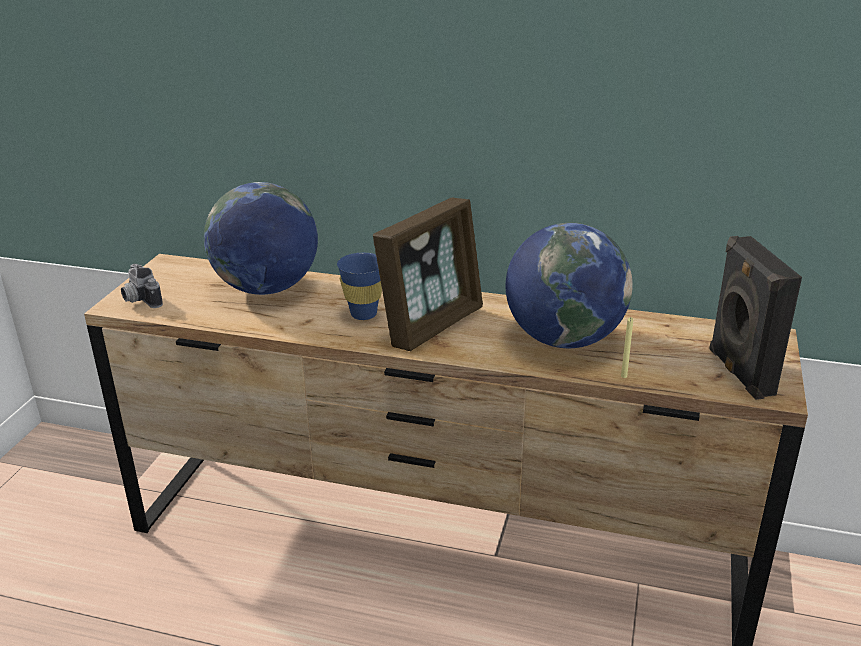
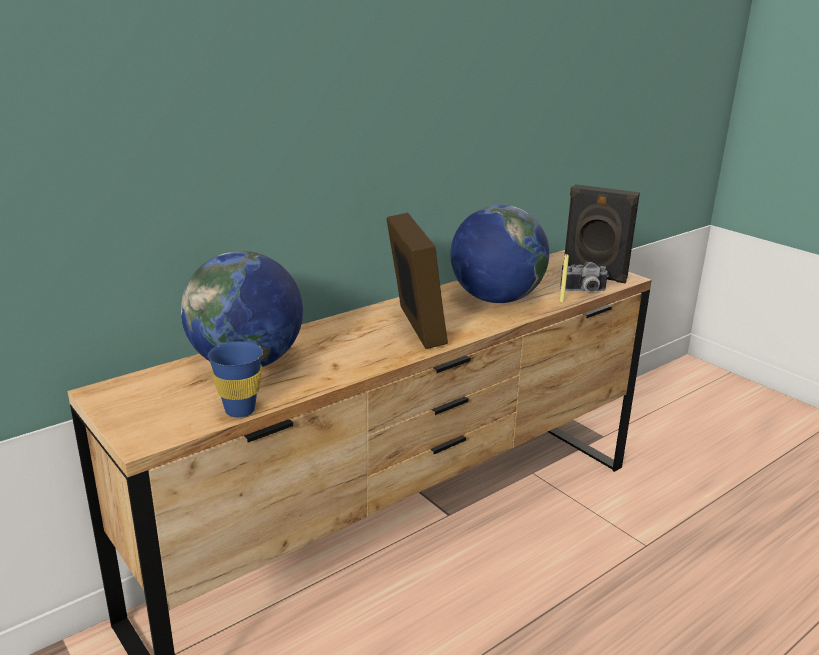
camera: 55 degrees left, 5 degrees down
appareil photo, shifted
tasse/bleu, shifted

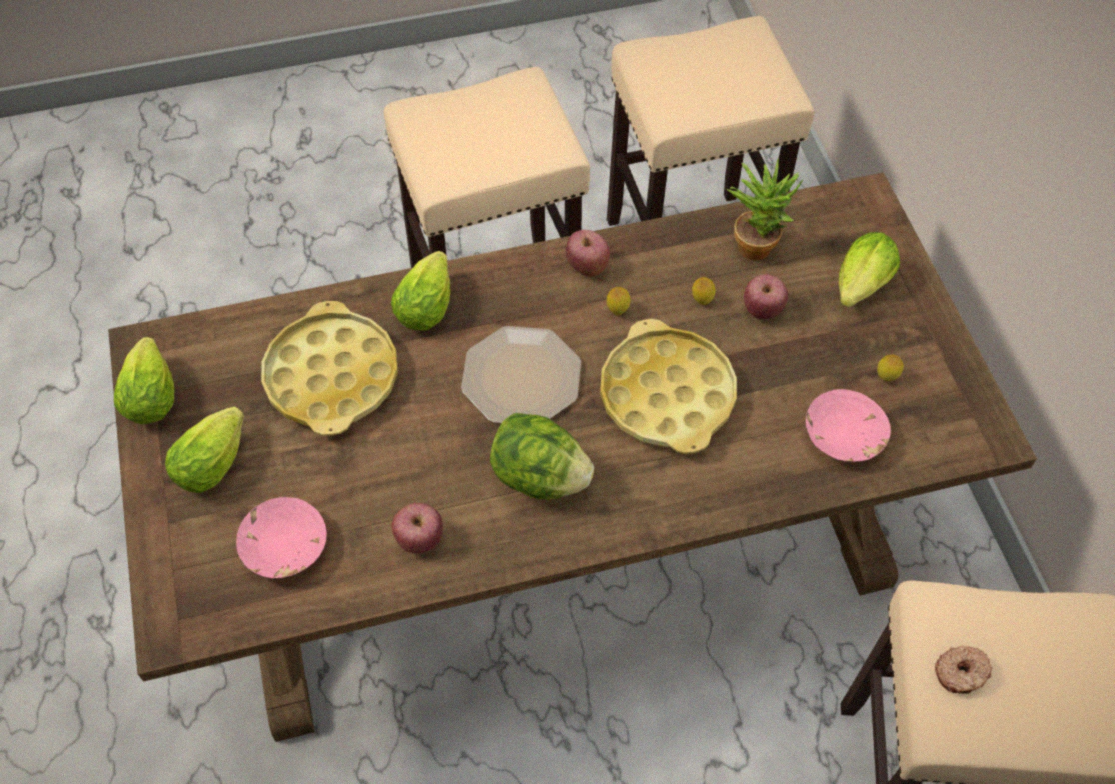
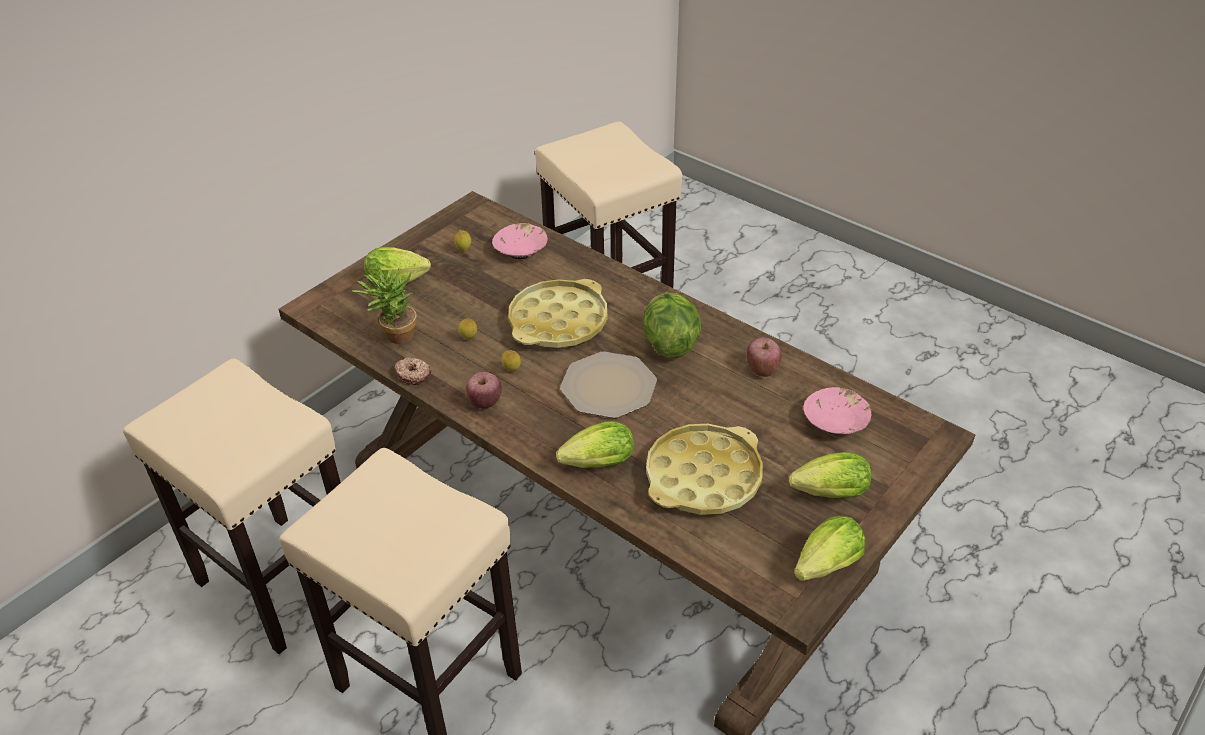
camera: 125 degrees left, 15 degrees down
pomme (no. 3 from left) → -
beignet, shifted

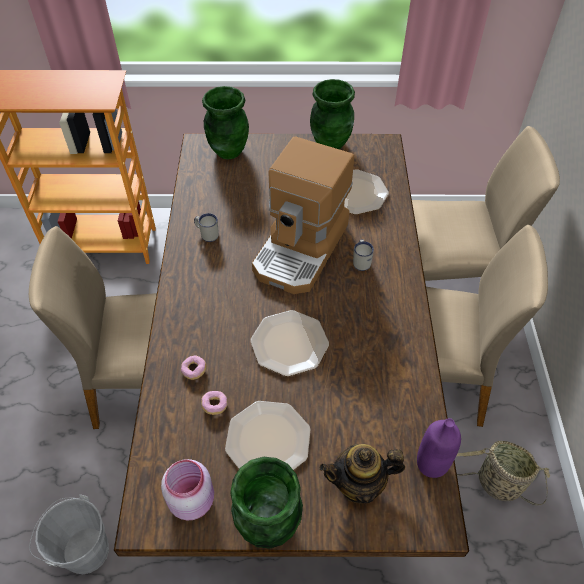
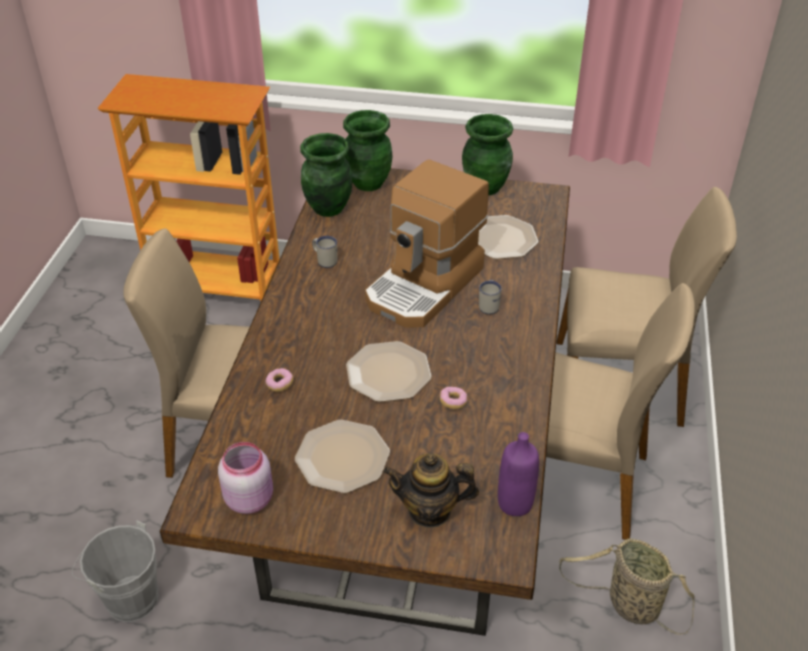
camera: 10 degrees right, 10 degrees down
beignet (no. 2 from left), shifted
vase/vert (no. 2 from left in the first image) → vase/vert (no. 1 from left), shifted

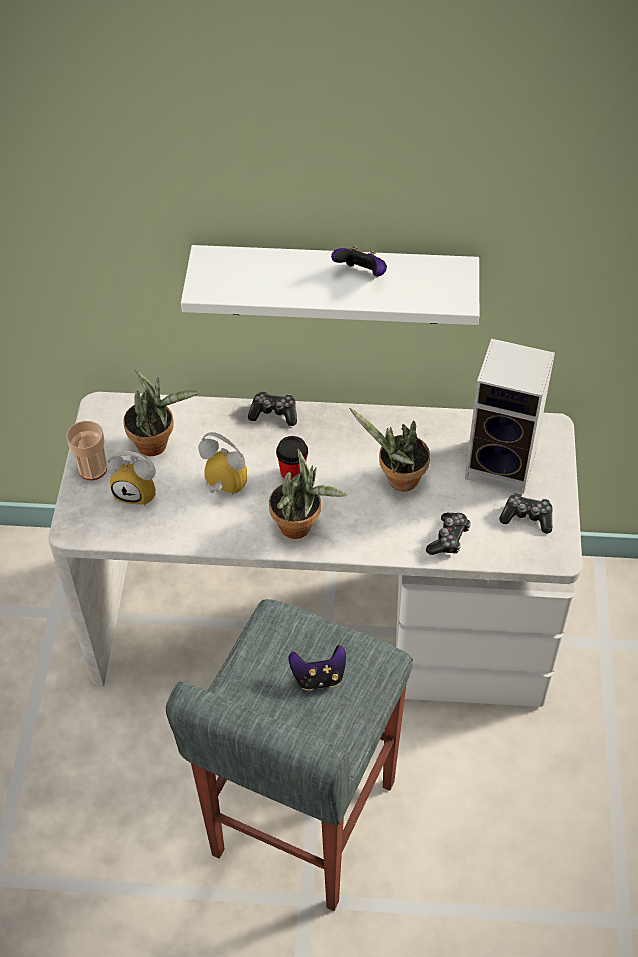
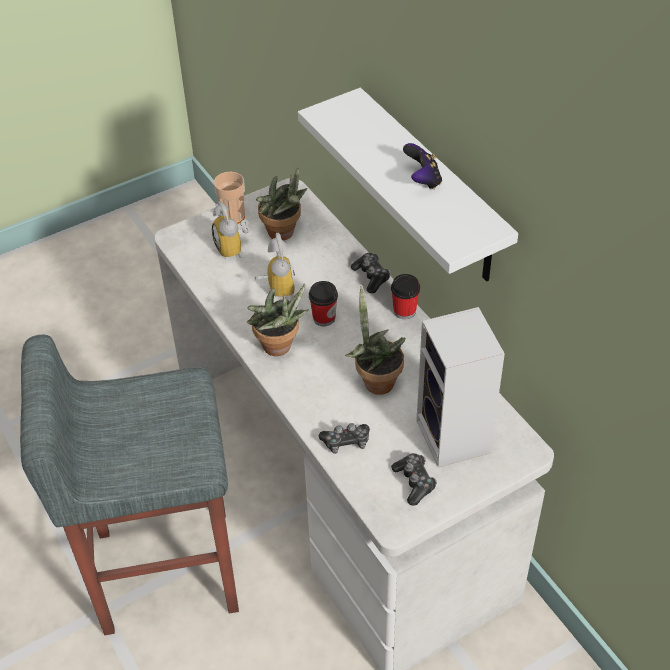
camera: 55 degrees right, 5 degrees down
manette (no. 2 from left) → -
- → tasse (no. 3 from left)

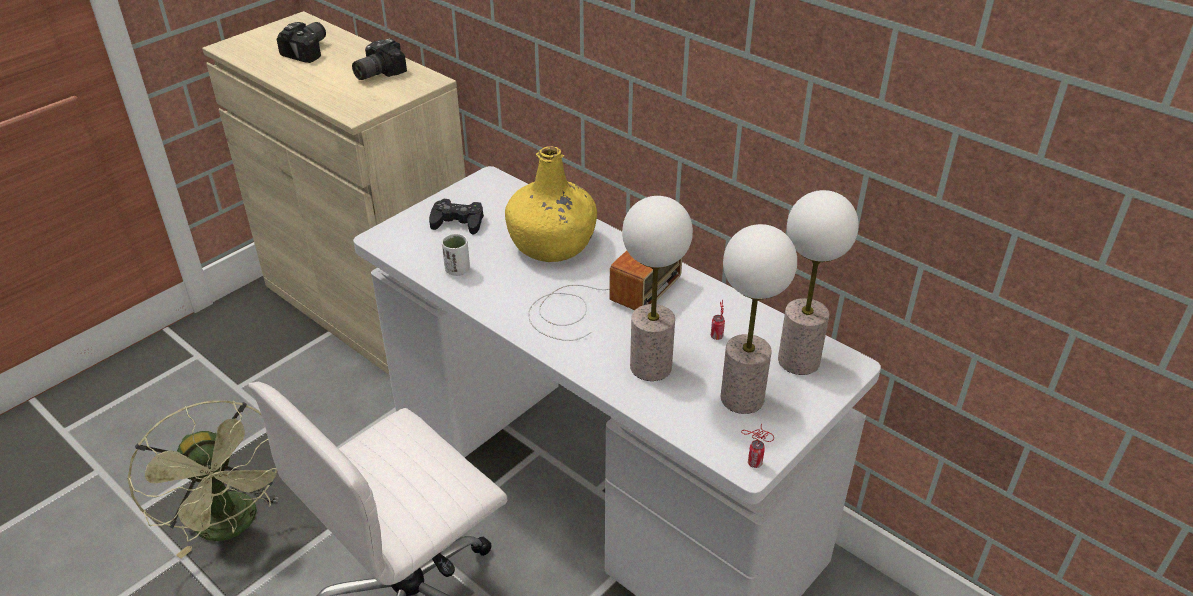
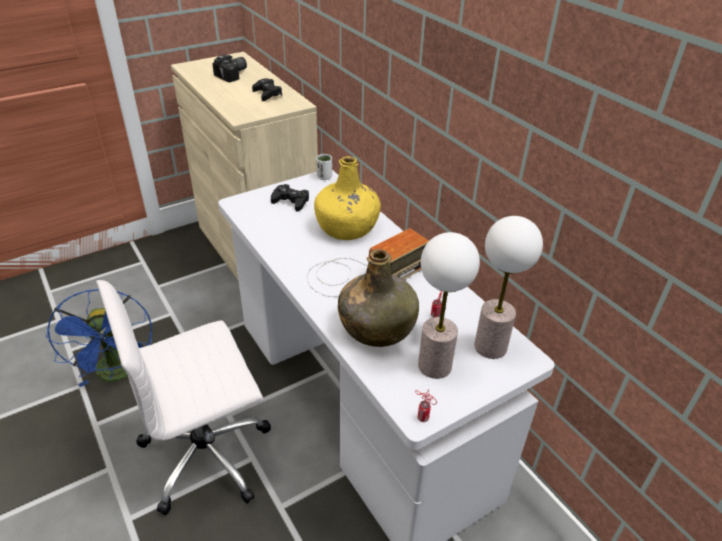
camera: 15 degrees right, 0 degrees up
tasse/blanc, shifted
appareil photo (no. 2 from left) → manette/noir (no. 1 from left)
lampe de table (no. 1 from left) → bouteille/vert
ventilateur/vert → ventilateur/bleu

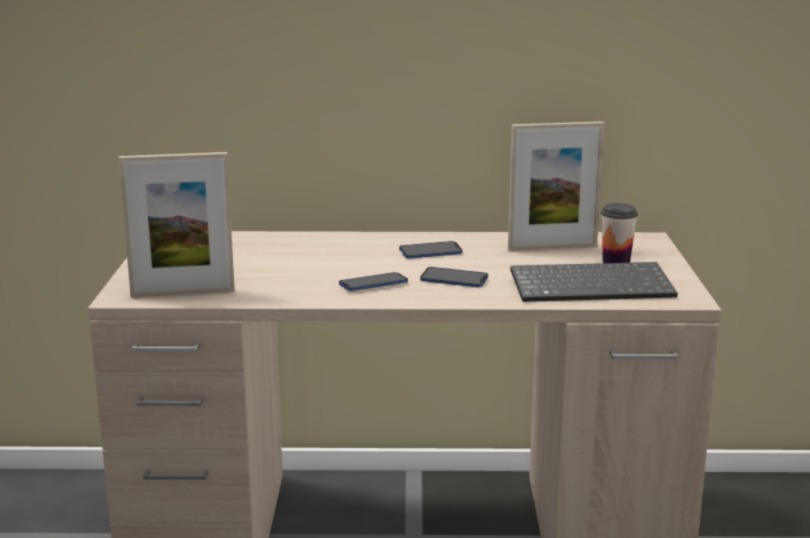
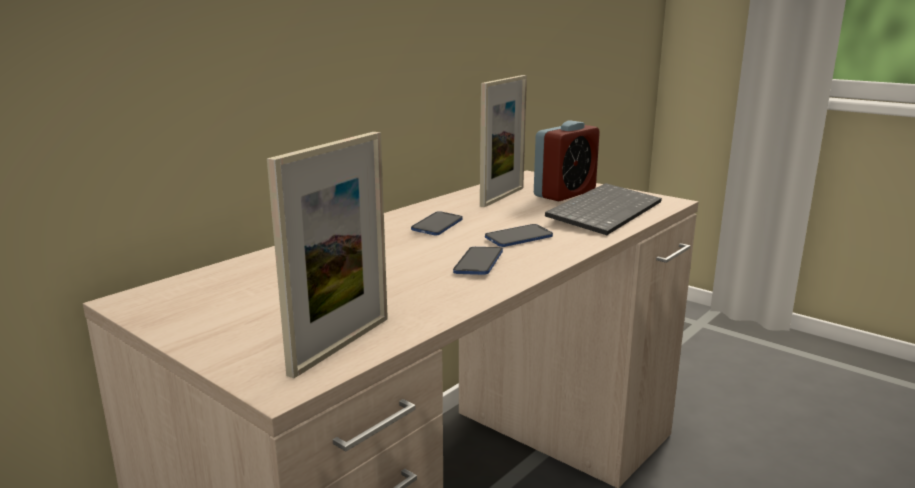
camera: 50 degrees left, 0 degrees up
tasse → réveil

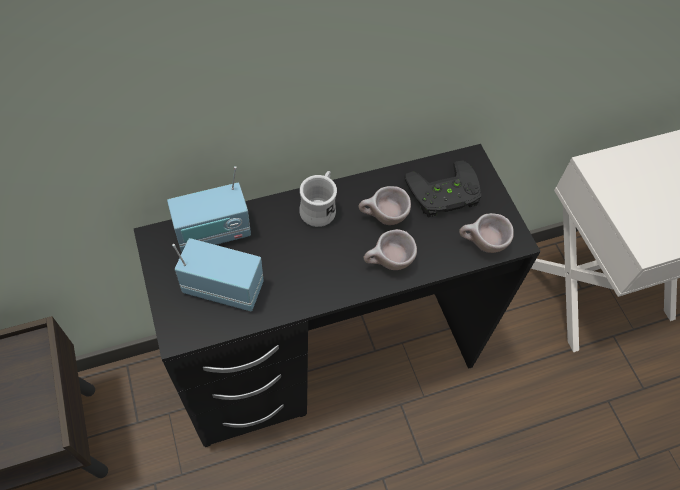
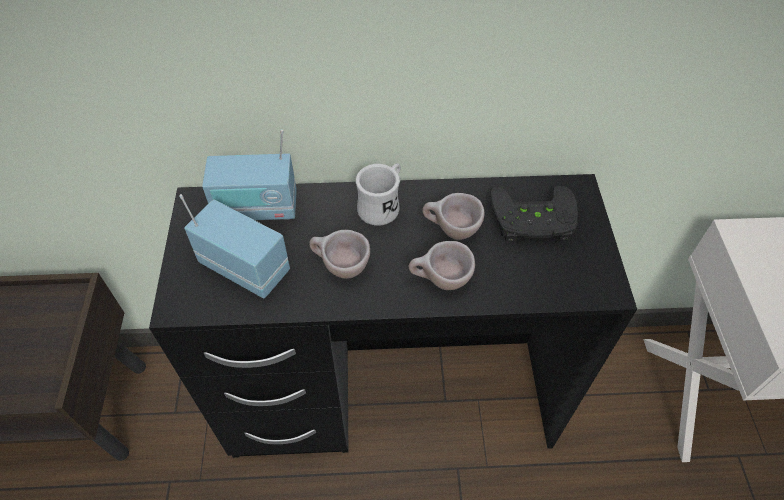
camera: 20 degrees right, 5 degrees down
tasse/beige (no. 3 from left in the first image) → tasse/beige (no. 1 from left), shifted

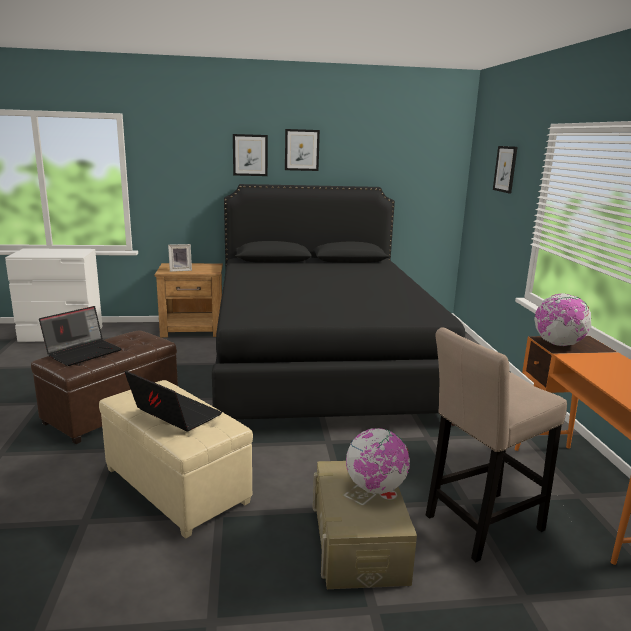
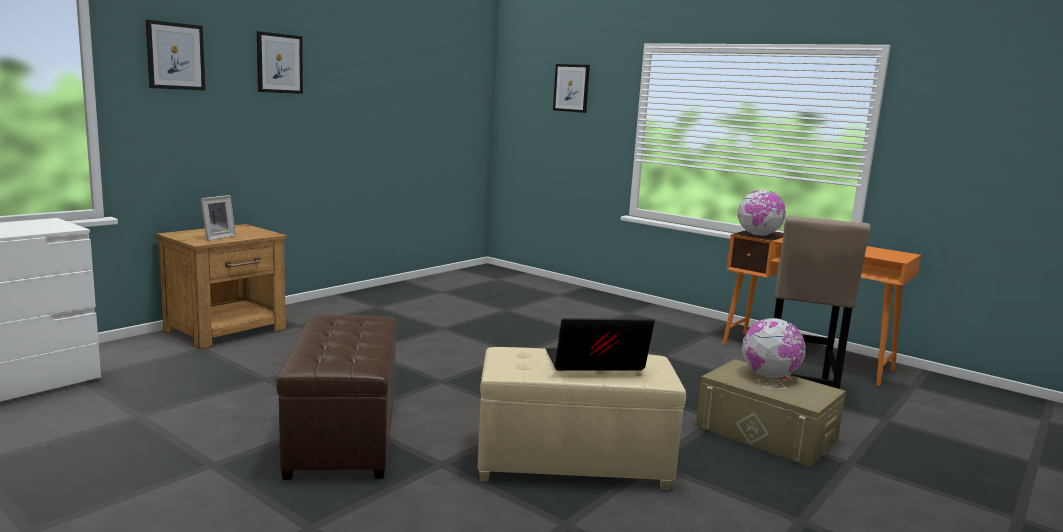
camera: 45 degrees left, 5 degrees down
ordinateur portable (no. 1 from left) → -
lit/noir → -
tableau (no. 2 from left in the first image) → tableau (no. 1 from left), shifted

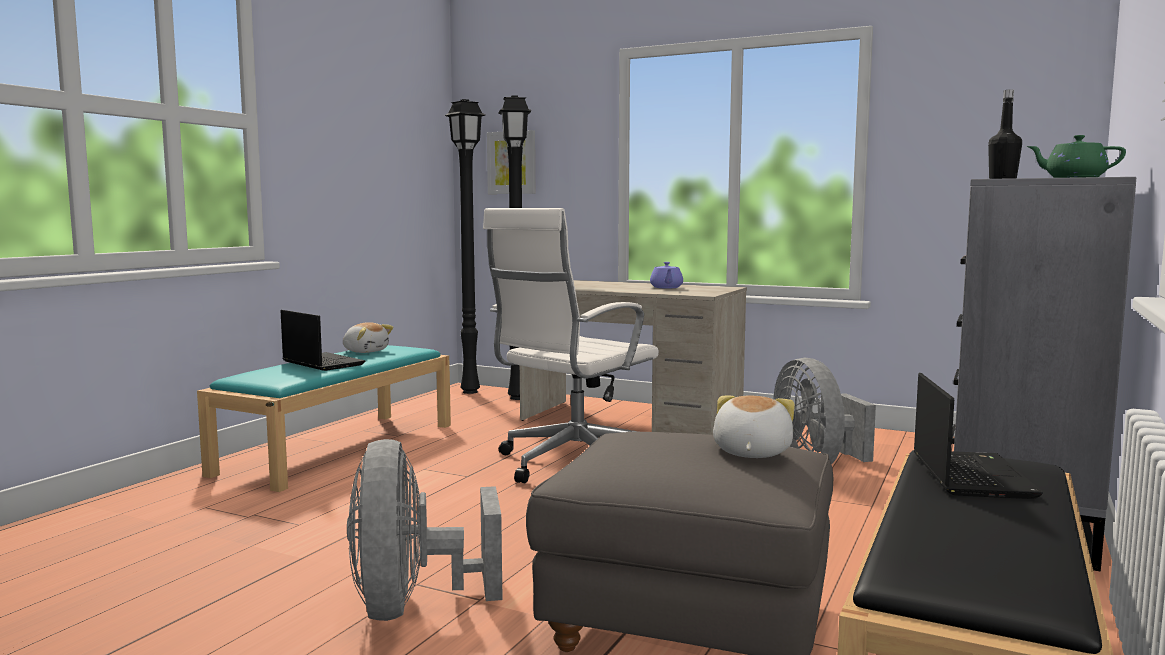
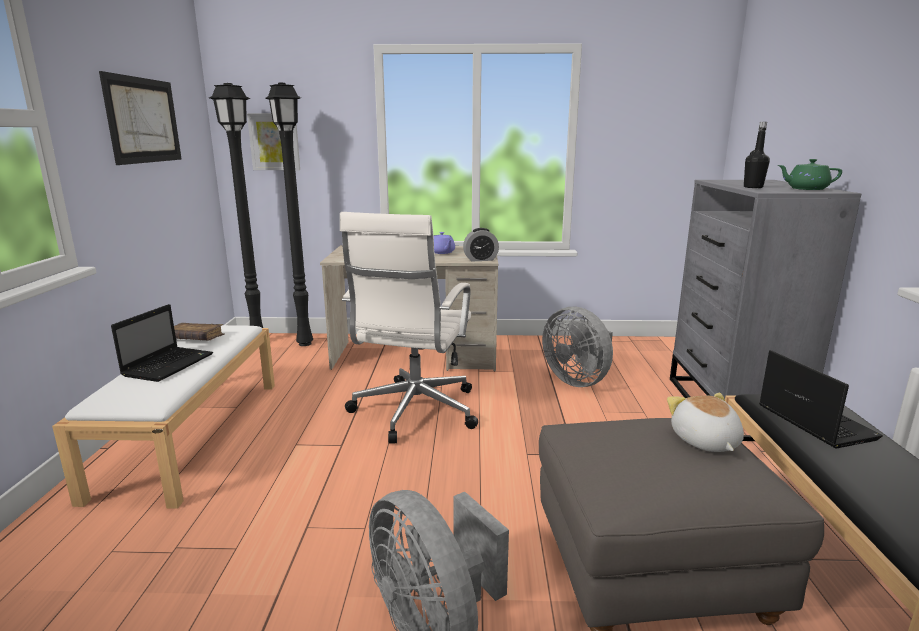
camera: 25 degrees left, 10 degrees up
- → tableau (no. 1 from left)
- → réveil
peluche (no. 1 from left) → livre/marron
banc/turquoise → banc/blanc
ordinateur portable (no. 1 from left), 90 degrees clockwise

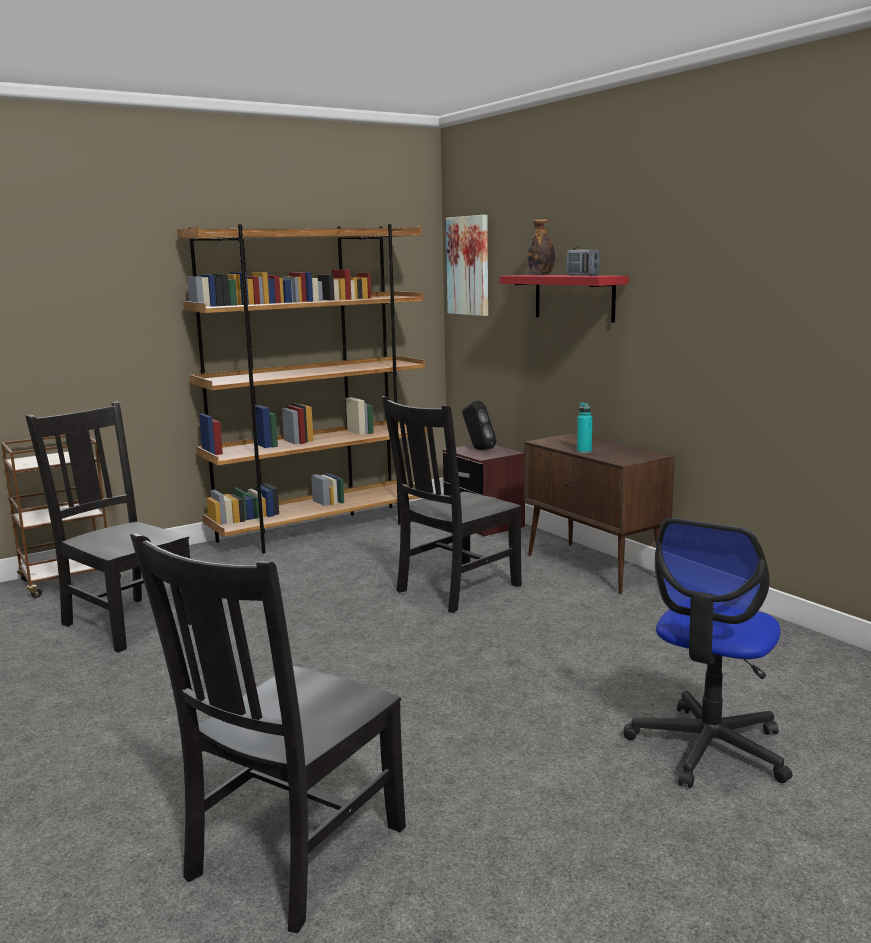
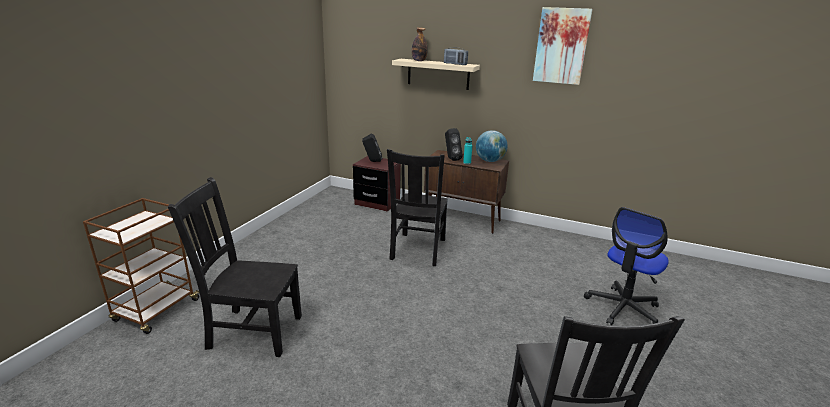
camera: 35 degrees left, 10 degrees up
bibliothèque/marron → -
- → enceinte/noir (no. 2 from left)
- → globe
tableau, shifted
étagère/rouge → étagère/beige
chaise de bureau, 45 degrees clockwise

